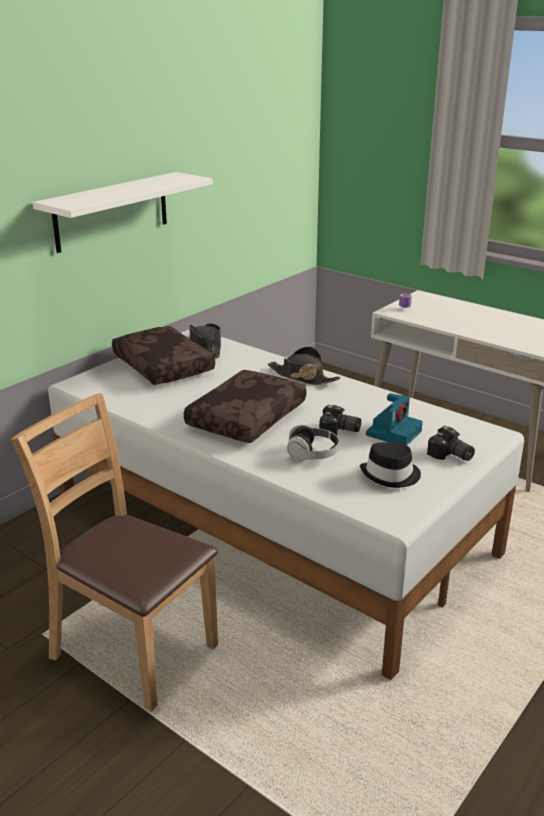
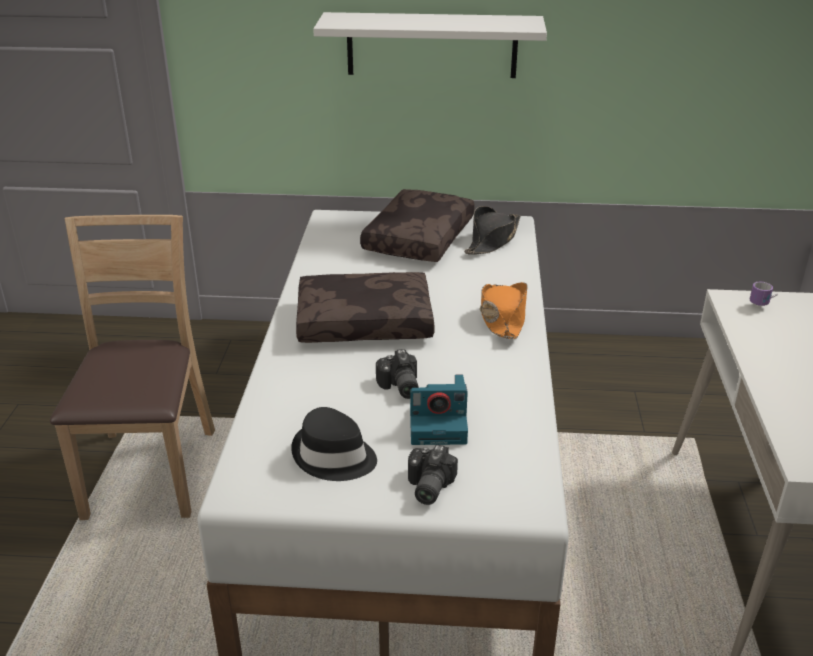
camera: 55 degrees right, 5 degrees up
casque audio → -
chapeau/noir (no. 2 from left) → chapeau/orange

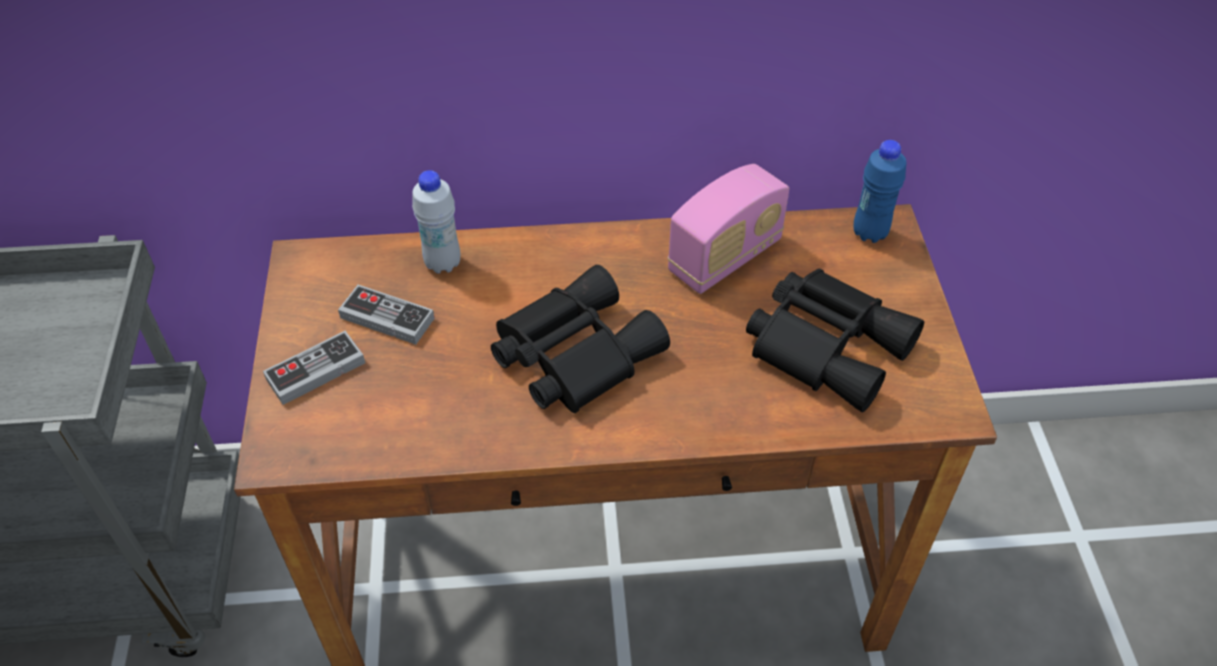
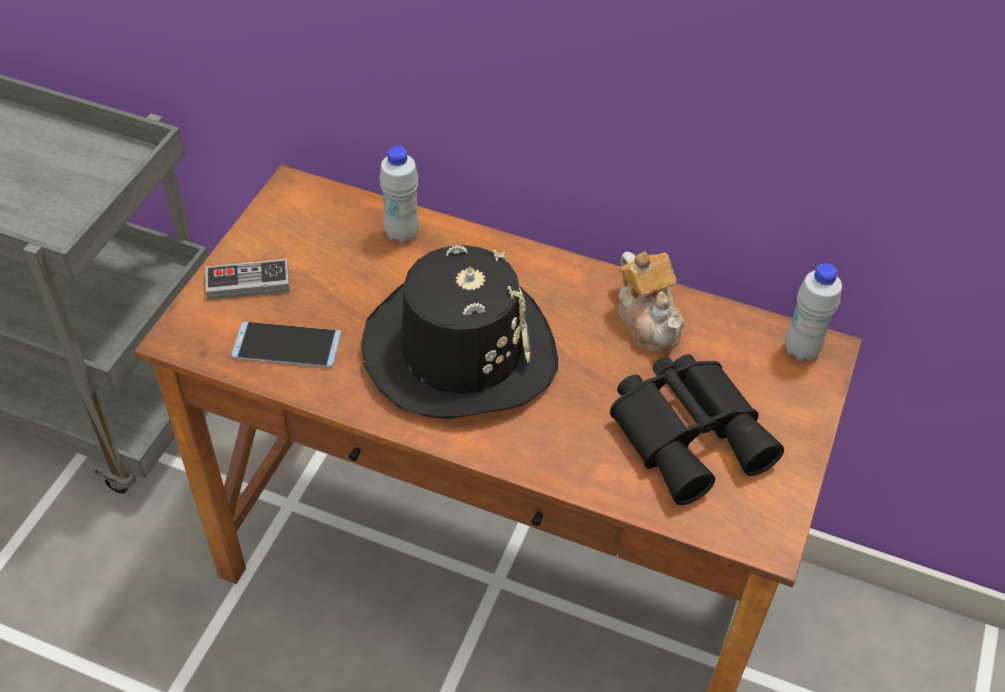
camera: 25 degrees right, 0 degrees up
manette (no. 2 from left) → -
- → téléphone
jumelles/noir (no. 1 from left) → chapeau/noir
radio → théière
bouteille/bleu → bouteille/blanc (no. 2 from left)

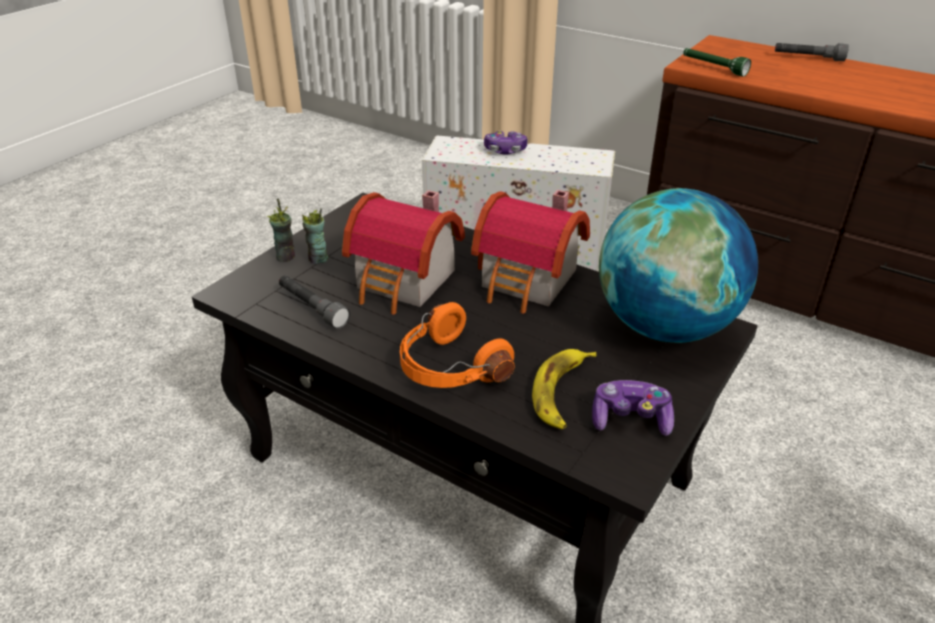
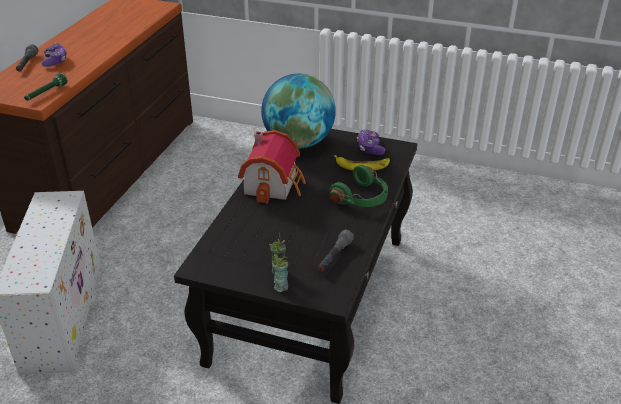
camera: 105 degrees left, 0 degrees up
maison miniature (no. 1 from left) → -
manette (no. 1 from left), shifted
casque audio/orange → casque audio/vert

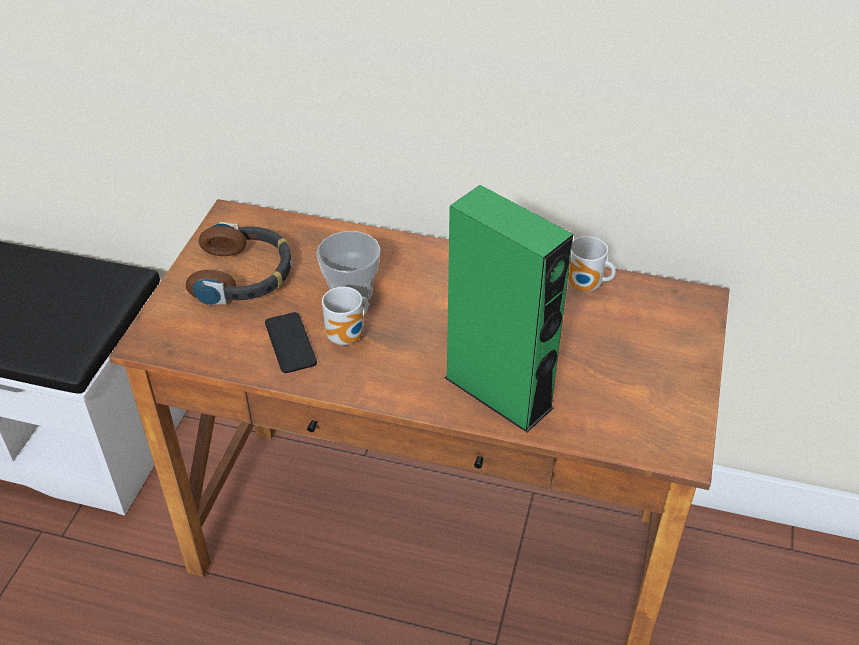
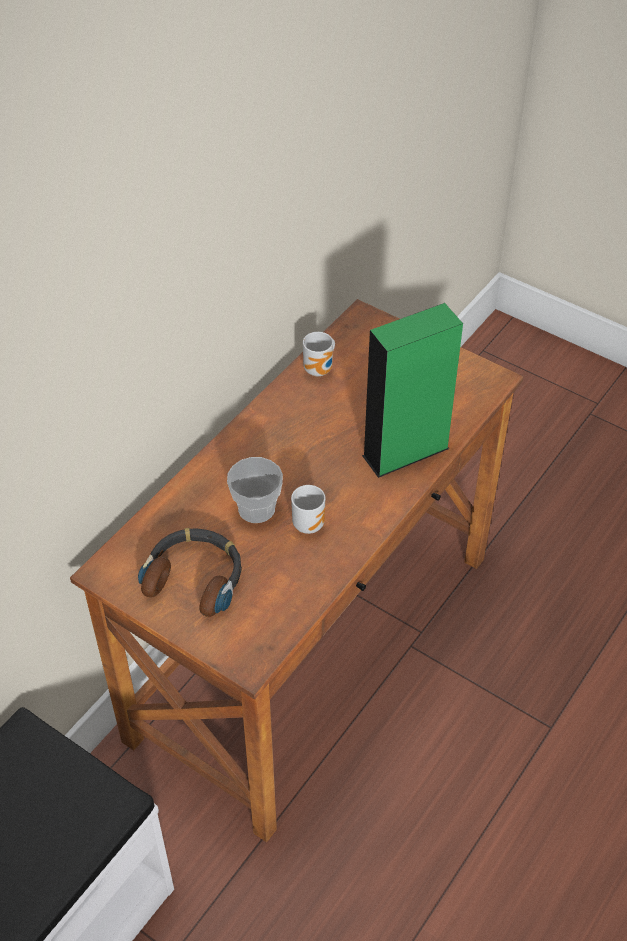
camera: 70 degrees left, 5 degrees up
téléphone → -

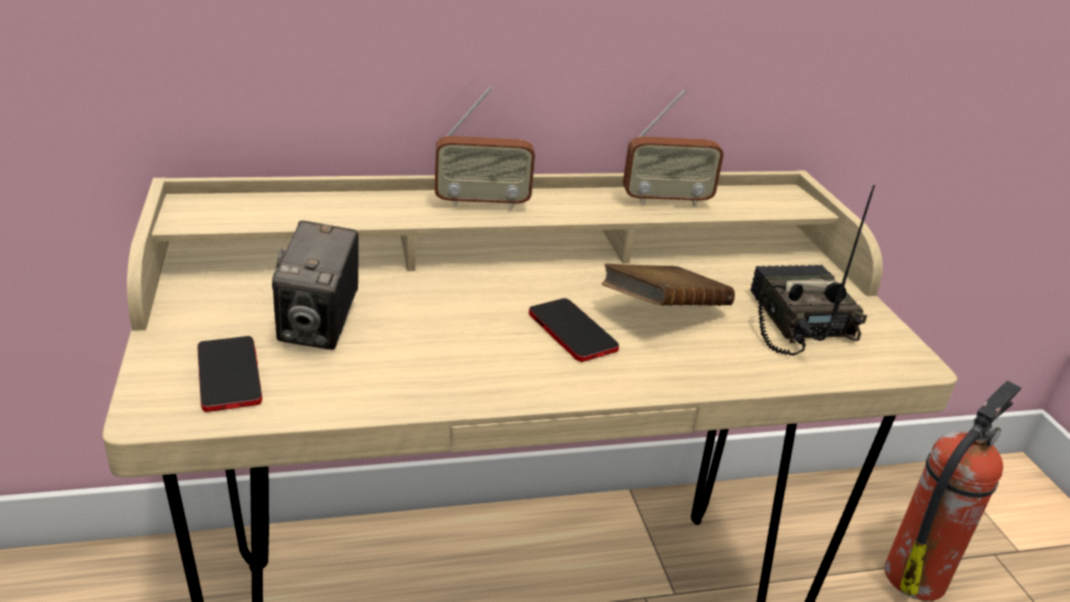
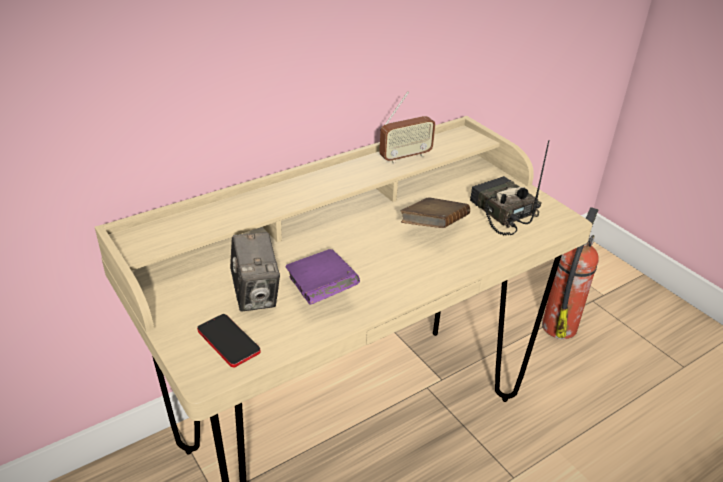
camera: 20 degrees left, 5 degrees up
radio (no. 1 from left) → -
téléphone (no. 2 from left) → -
- → livre/violet

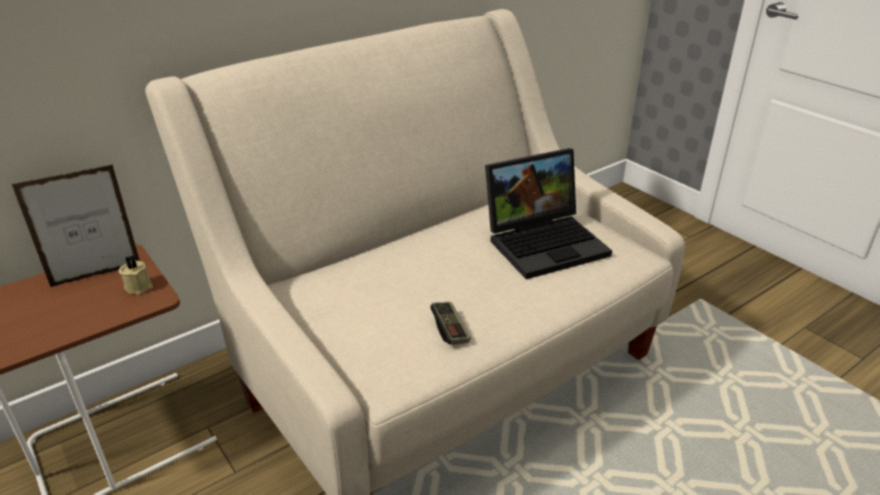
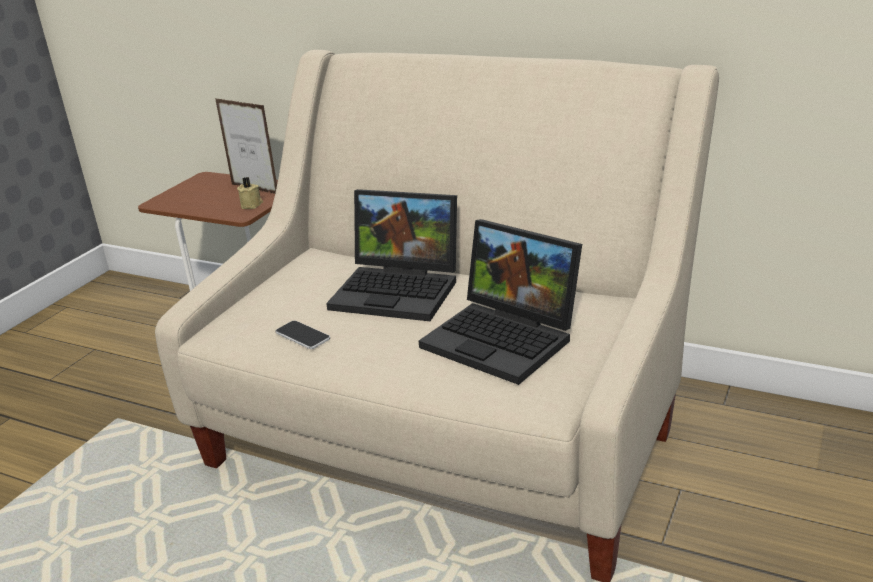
camera: 65 degrees right, 5 degrees down
- → ordinateur portable (no. 1 from left)
manette → téléphone

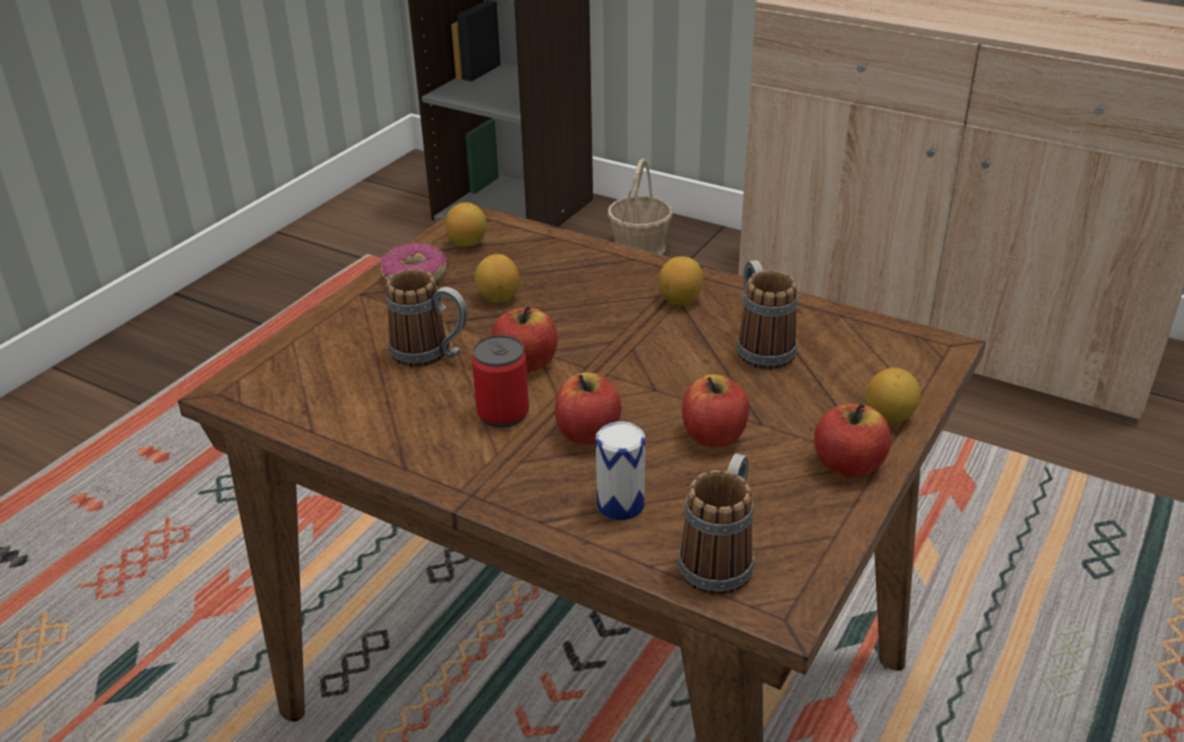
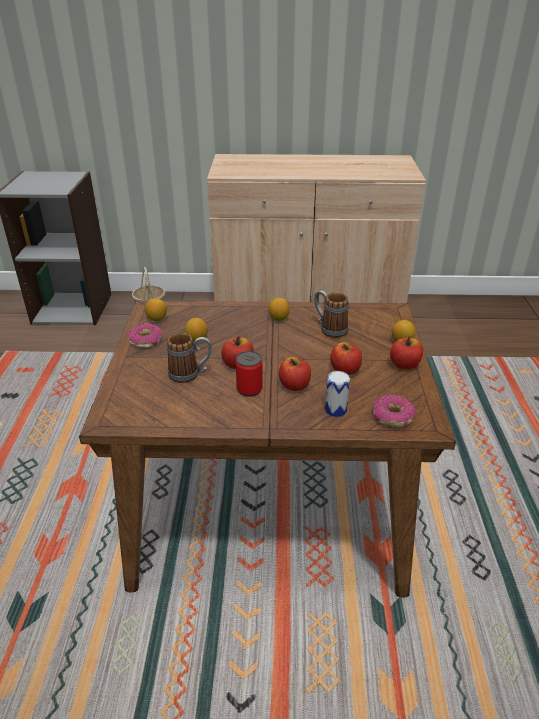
camera: 30 degrees left, 0 degrees up
mug (no. 2 from left) → beignet (no. 2 from left)

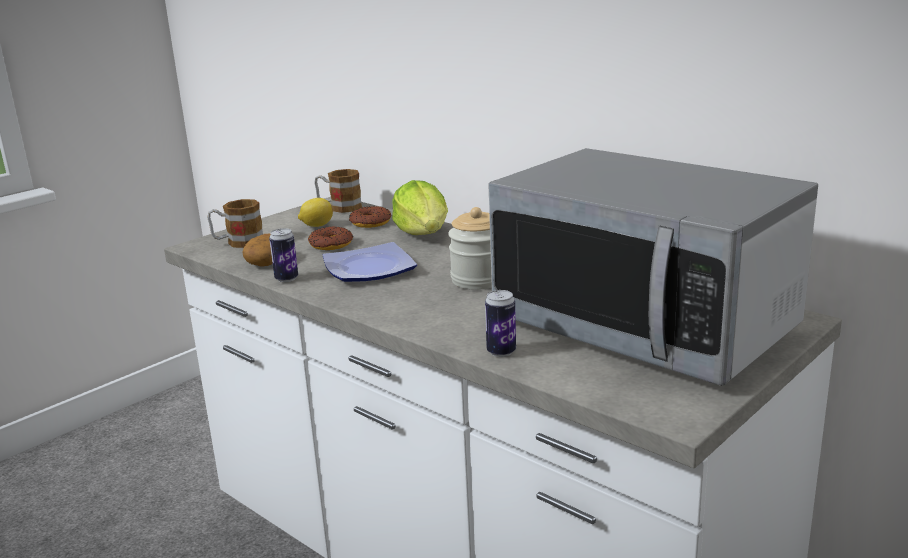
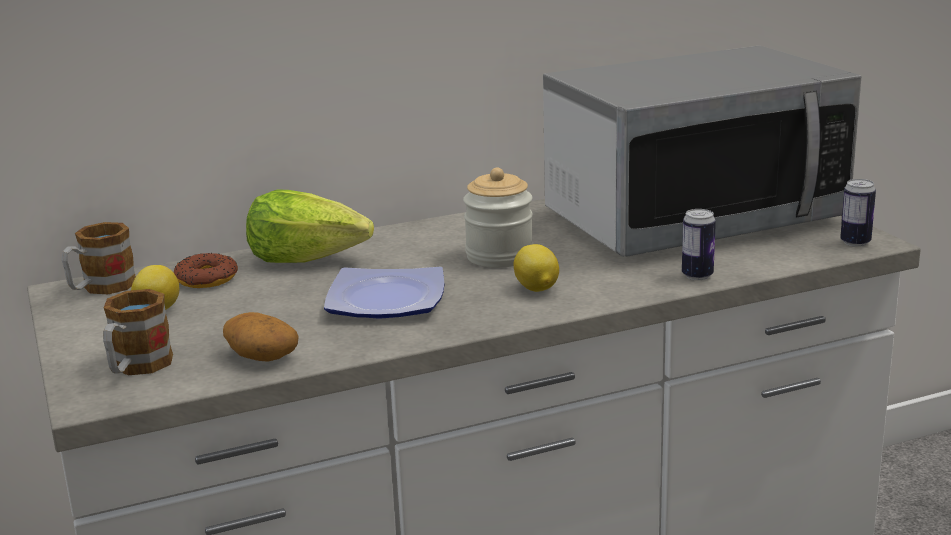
camera: 65 degrees left, 0 degrees up
beignet (no. 1 from left) → -
- → citron (no. 2 from left)
boîte métallique (no. 1 from left in the first image) → boîte métallique (no. 2 from left), shifted

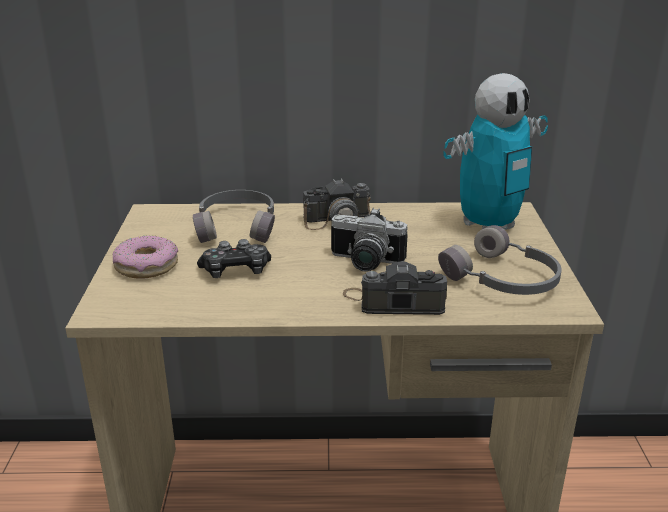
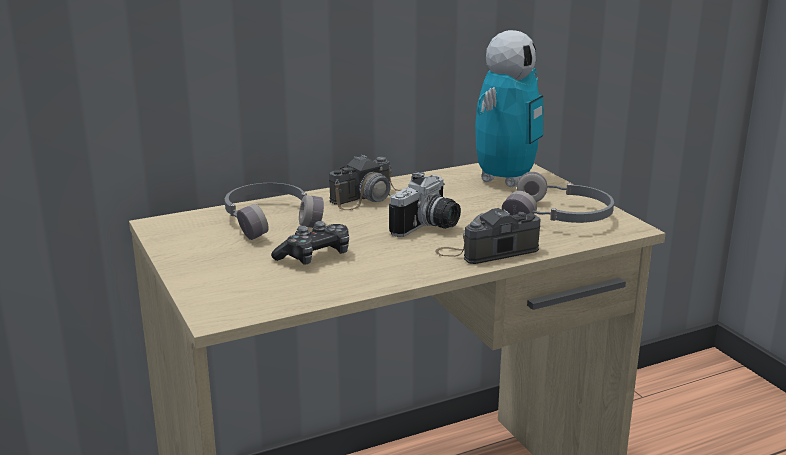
camera: 25 degrees left, 5 degrees down
beignet → -
appareil photo (no. 2 from left), 45 degrees counterclockwise

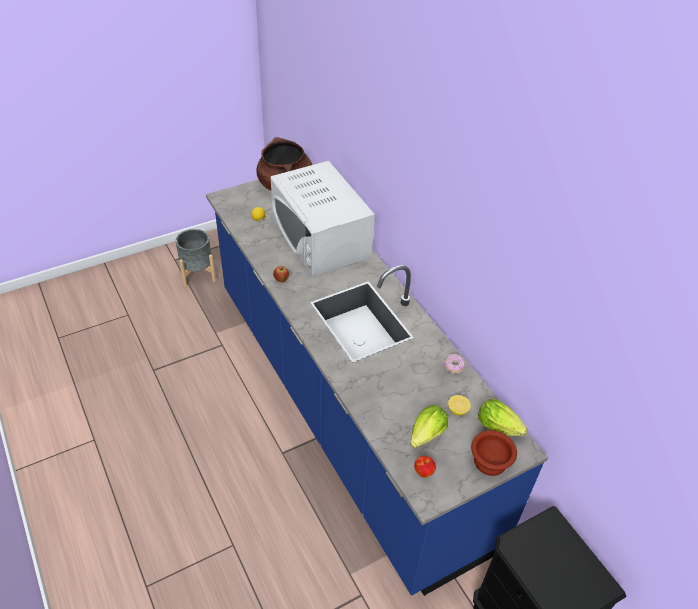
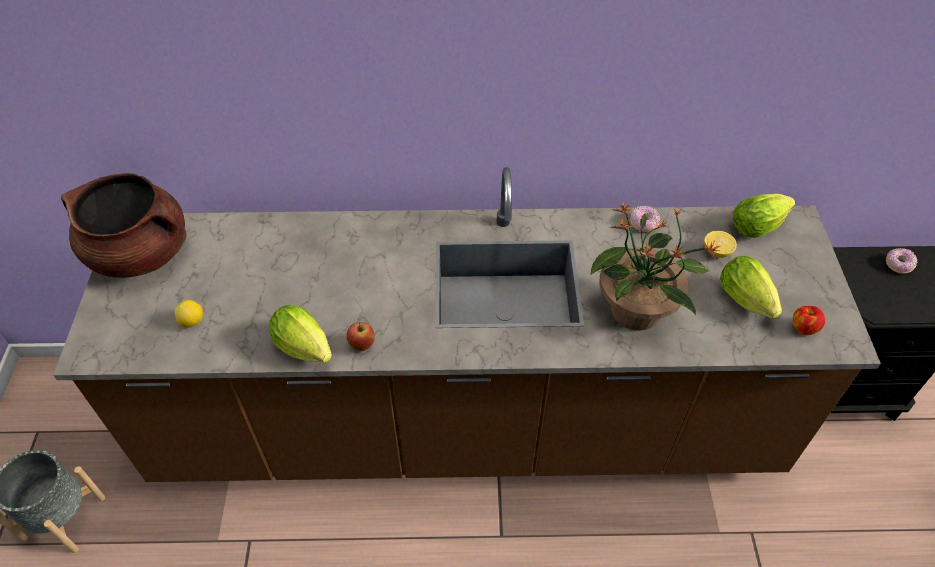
camera: 60 degrees left, 5 degrees up
micro-ondes/blanc → -
bol/marron → -
- → laitue (no. 1 from left)
- → plante en pot
- → beignet (no. 2 from left)
comptoir de cuisine/bleu → comptoir de cuisine/marron

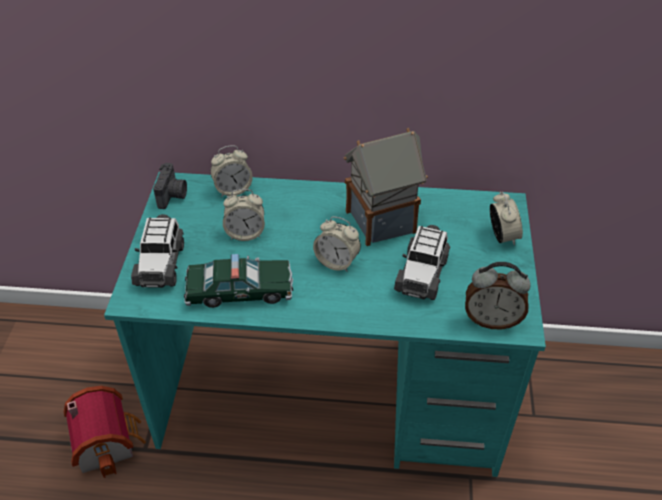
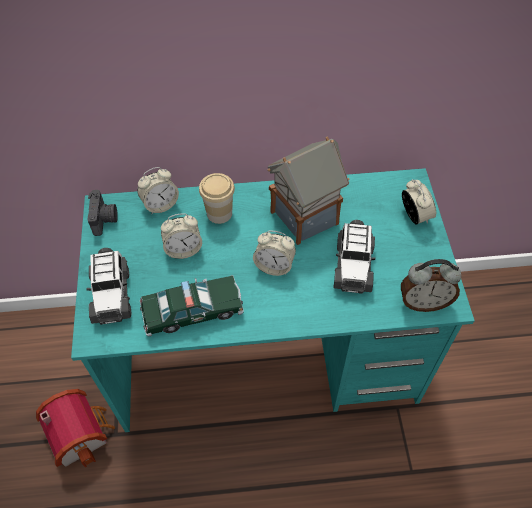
camera: 10 degrees left, 10 degrees up
- → tasse

